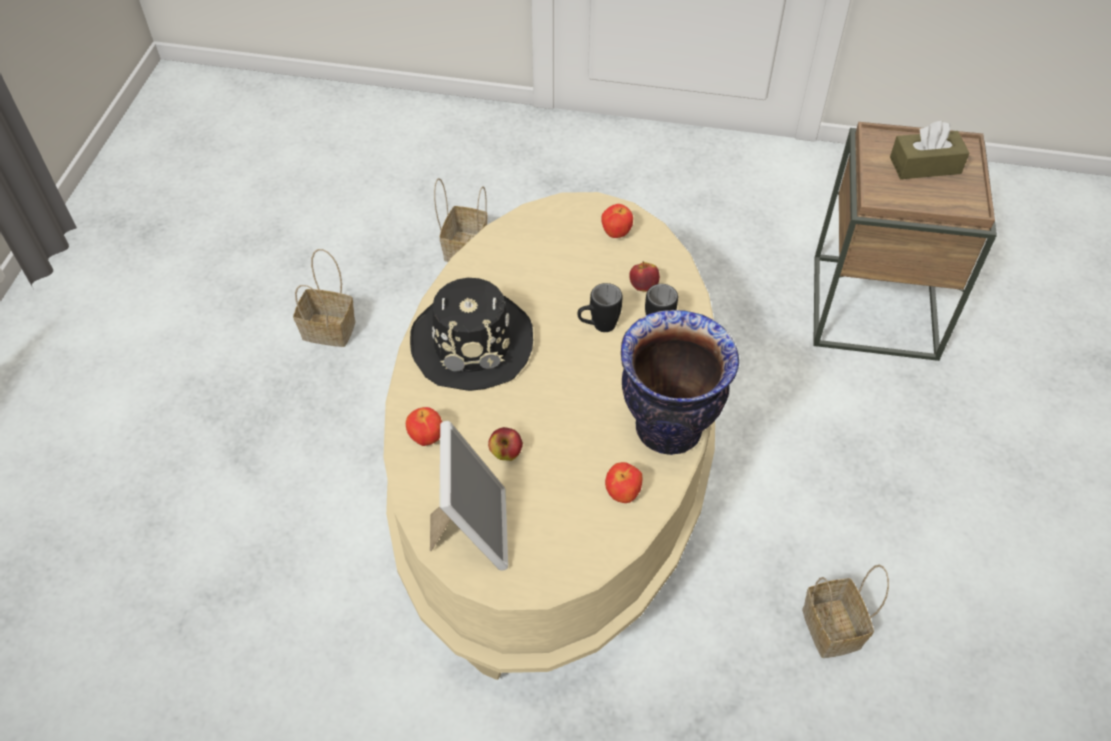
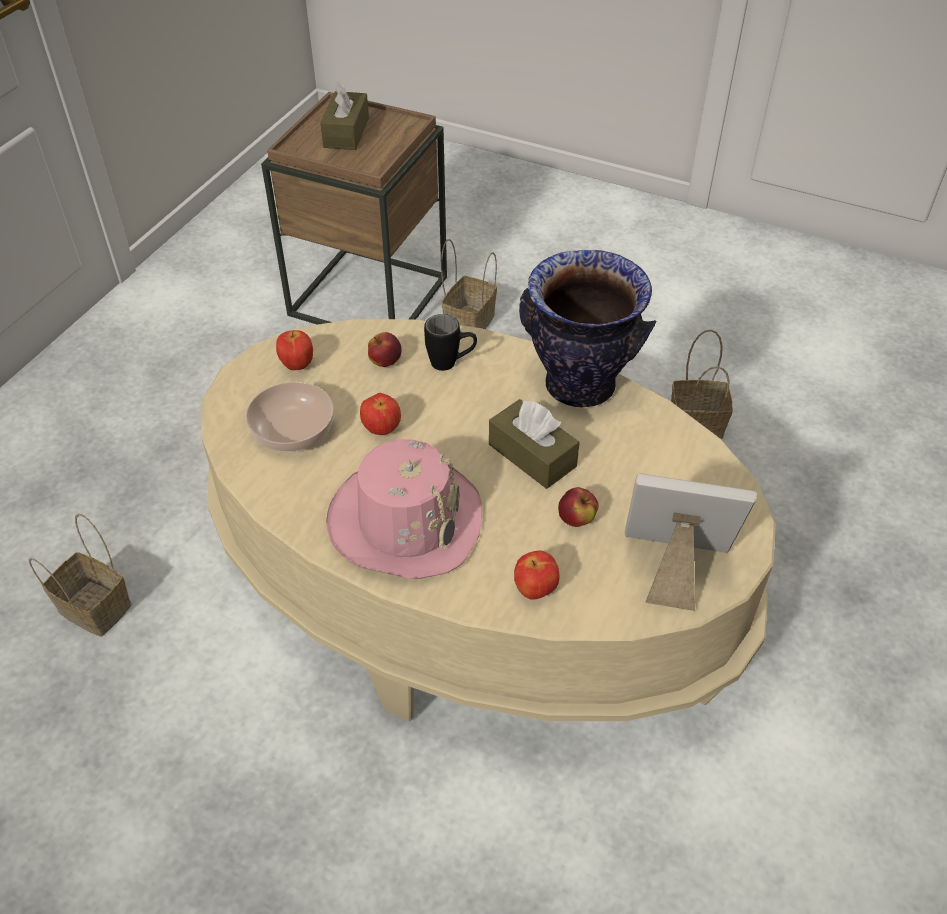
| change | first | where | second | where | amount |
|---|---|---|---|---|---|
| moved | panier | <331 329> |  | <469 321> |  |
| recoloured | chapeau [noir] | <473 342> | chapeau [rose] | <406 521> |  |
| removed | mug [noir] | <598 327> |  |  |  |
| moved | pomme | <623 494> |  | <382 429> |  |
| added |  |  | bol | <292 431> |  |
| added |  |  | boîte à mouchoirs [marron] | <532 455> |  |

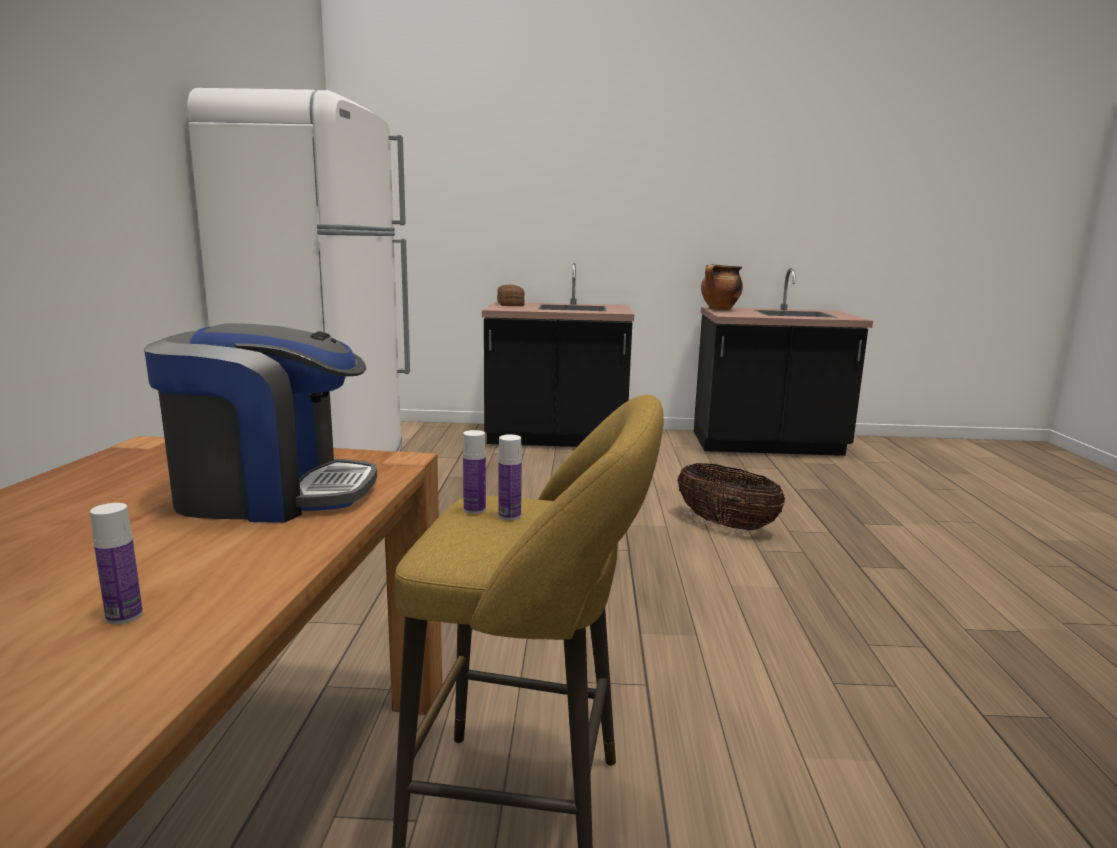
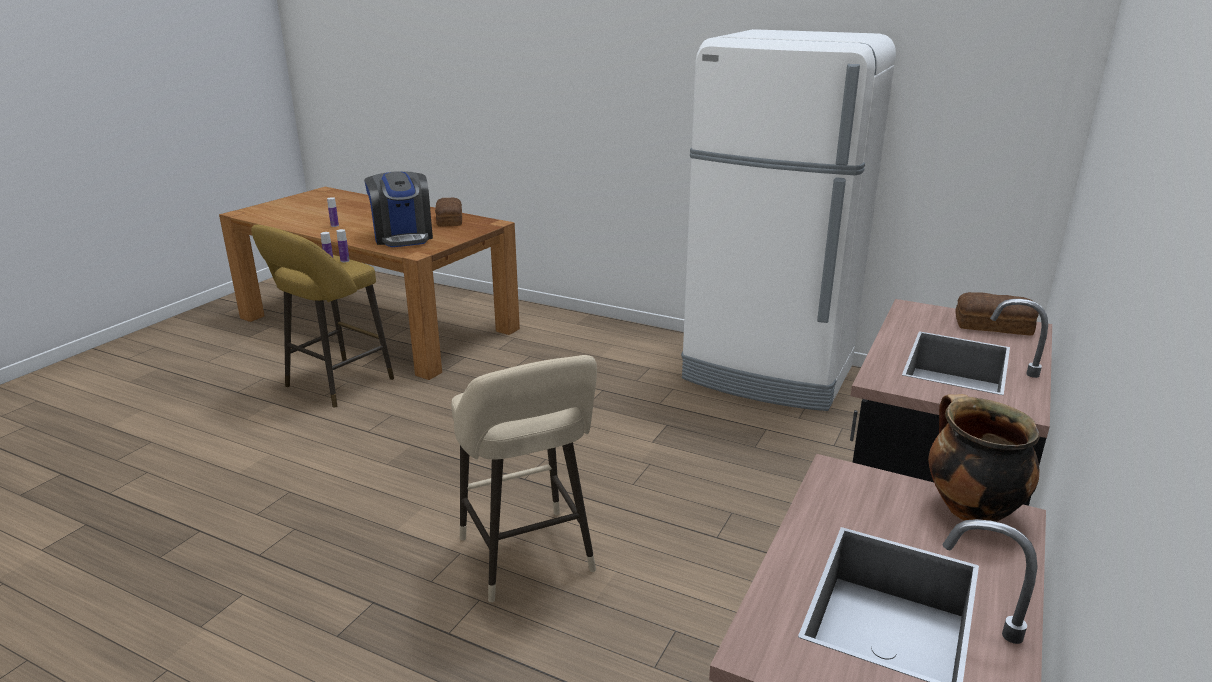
| change | first | where | second | where | amount |
|---|---|---|---|---|---|
| turned | machine à café | <271 493> |  | <403 237> | 45 degrees counterclockwise |
| replaced | panier | <726 525> | tabouret [beige] | <529 559> |  |
| added |  |  | pain | <448 220> |  |

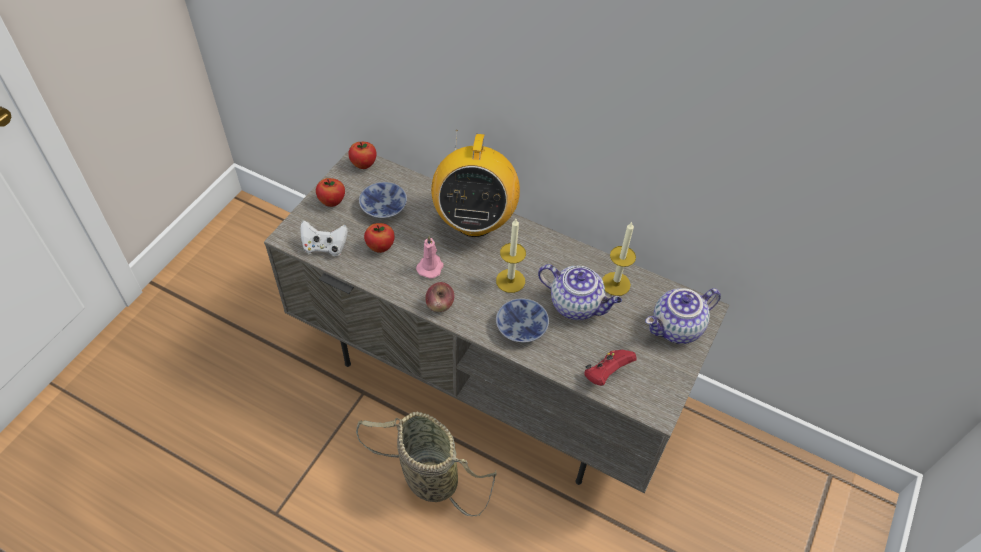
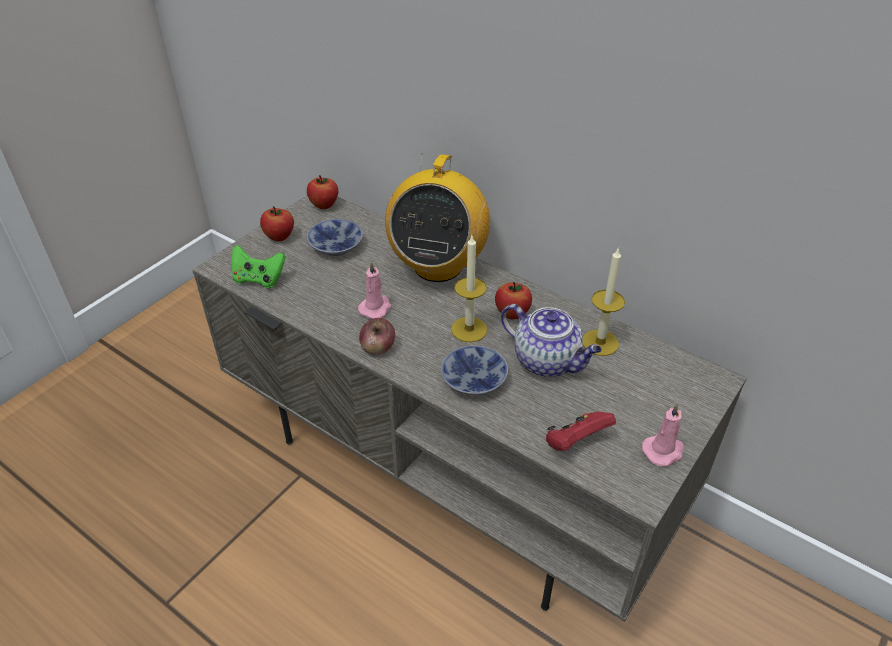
| change | first | where | second | where | amount |
|---|---|---|---|---|---|
| recoloured | manette [blanc] | <325 247> | manette [vert] | <259 279> |  |
| moved | pomme | <380 247> |  | <512 314> |  |
| removed | théière | <676 329> |  |  |  |
| removed | panier | <426 476> |  |  |  |
| added |  |  | bougie [rose] | <664 451> |  |

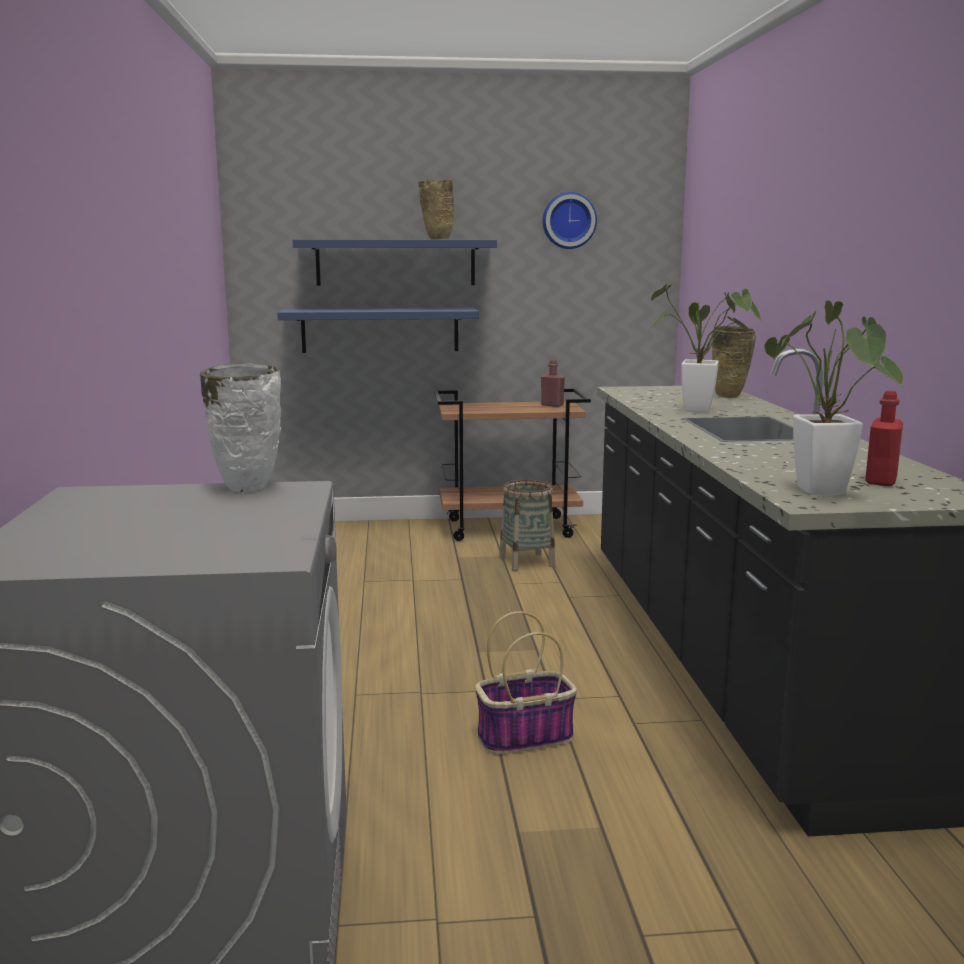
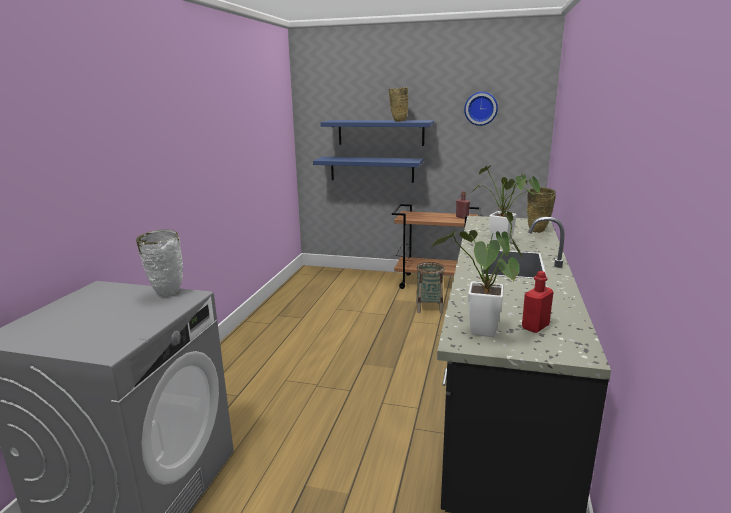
| change | first | where | second | where | amount |
|---|---|---|---|---|---|
| removed | panier | <526 736> |  |  |  |

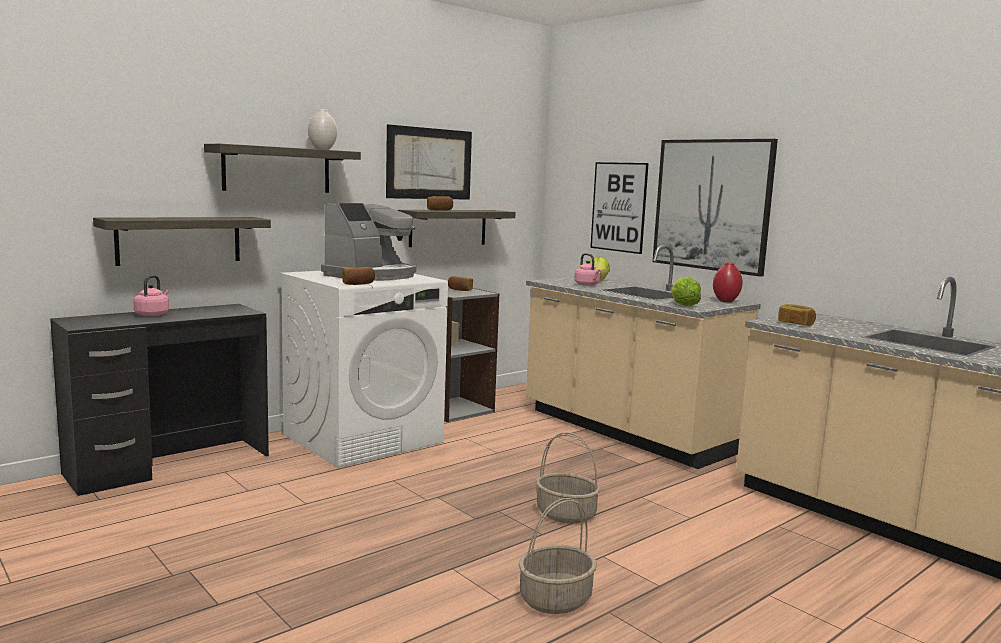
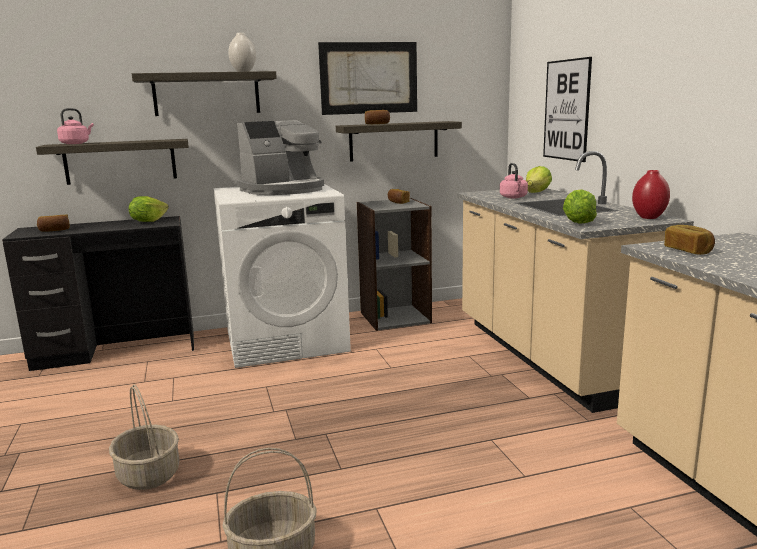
| change | first | where | second | where | amount |
|---|---|---|---|---|---|
| removed | tableau | <712 205> |  |  |  |
| moved | pain | <358 284> |  | <55 230> |  |
| moved | bouilloire [rose] | <153 314> |  | <76 143> |  |
| moved | panier | <566 514> |  | <149 475> |  |
| added |  |  | laitue | <148 221> |  |

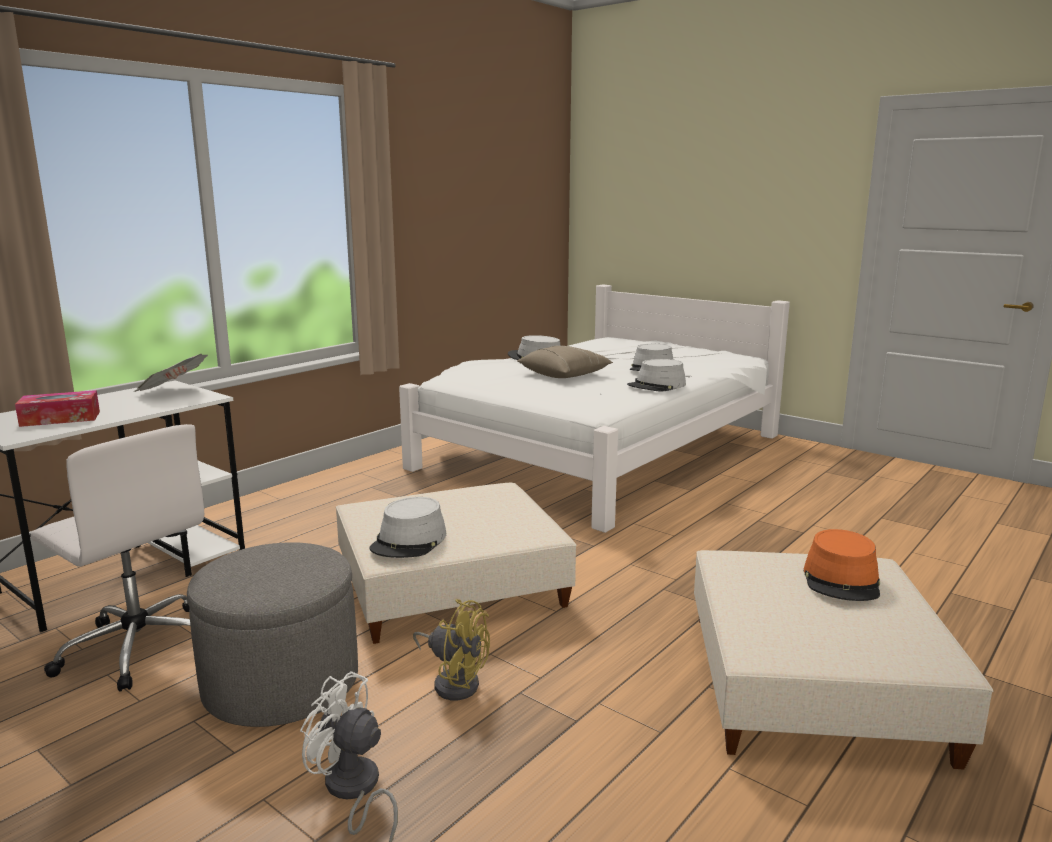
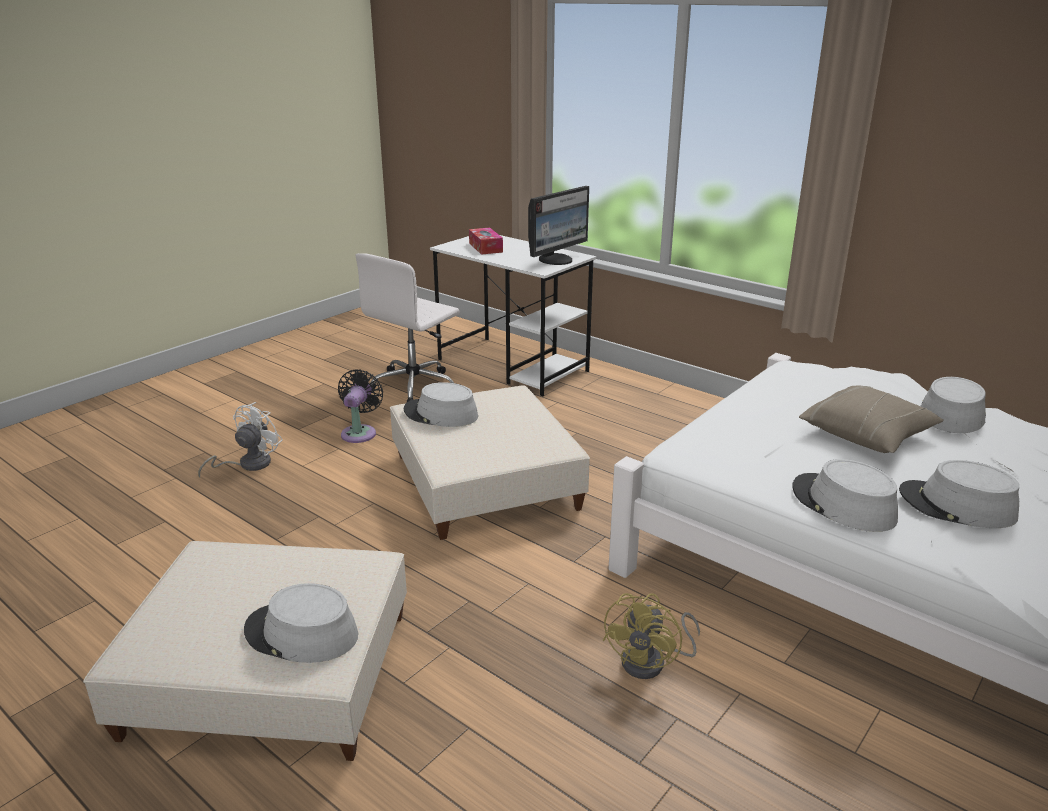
| change | first | where | second | where | amount |
|---|---|---|---|---|---|
| replaced | journal | <173 392> | écran d'ordinateur | <556 260> |  |
| recoloured | chapeau [orange] | <842 580> | chapeau [gris] | <301 634> |  |
| replaced | pouf [gris] | <281 684> | ventilateur [noir] | <360 432> |  |
| moved | ventilateur [jaune] | <454 681> |  | <652 663> |  |

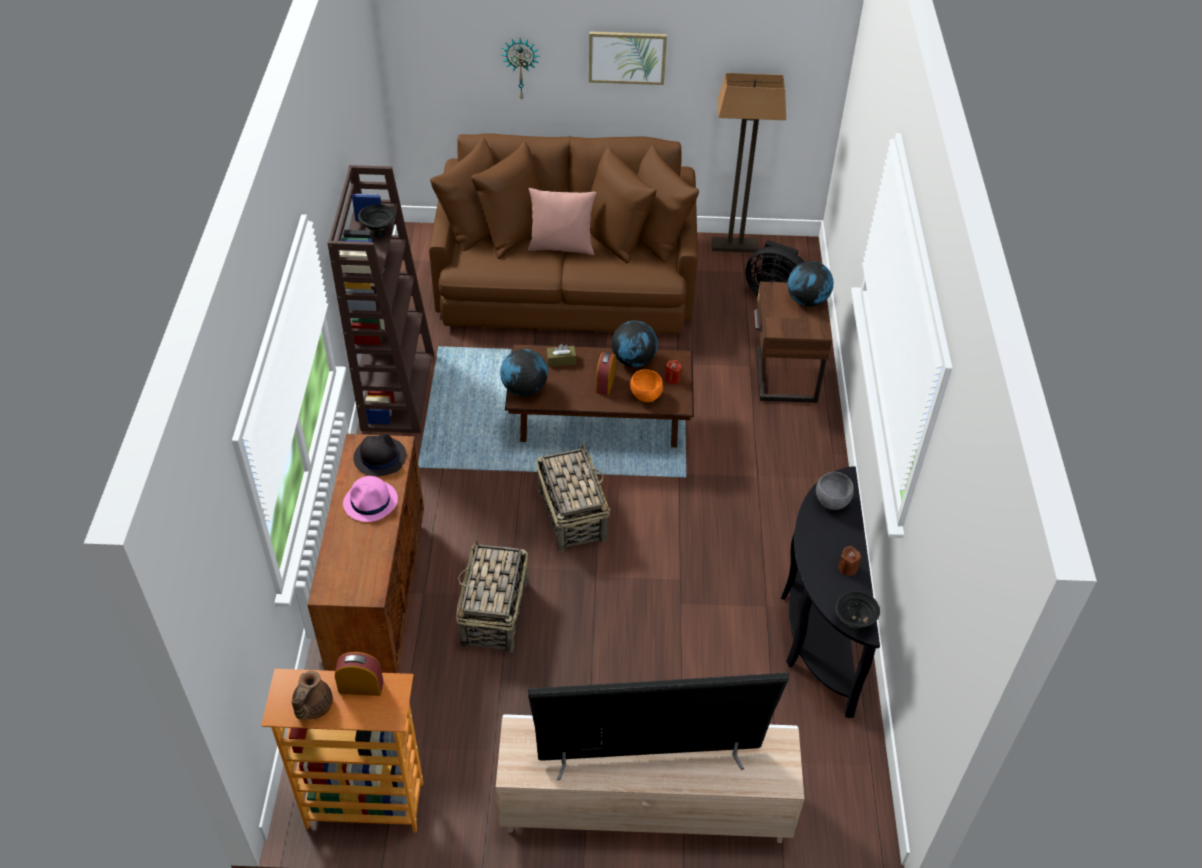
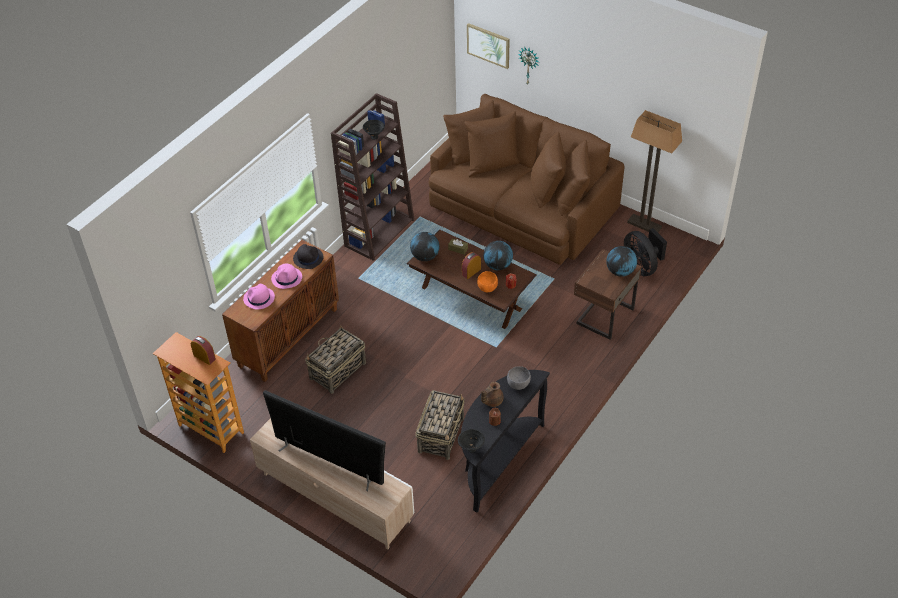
| change | first | where | second | where | amount |
|---|---|---|---|---|---|
| moved | tableau | <627 57> |  | <488 45> |  |
| removed | coussin [rose] | <561 247> |  |  |  |
| moved | panier | <571 515> |  | <441 434> |  |
| moved | théière [marron] | <312 707> |  | <491 401> |  |
| added |  |  | chapeau [rose] | <259 298> |  |

